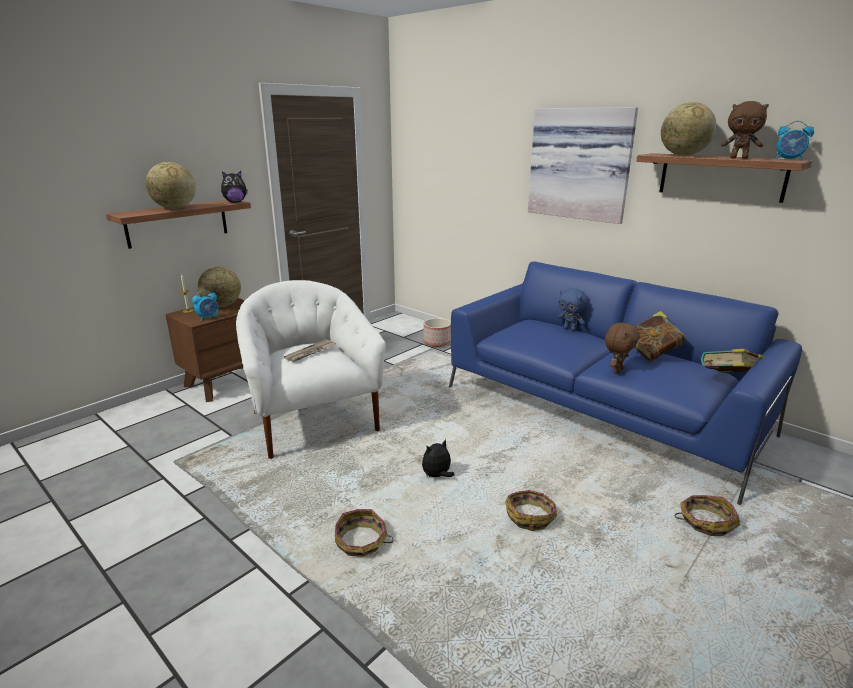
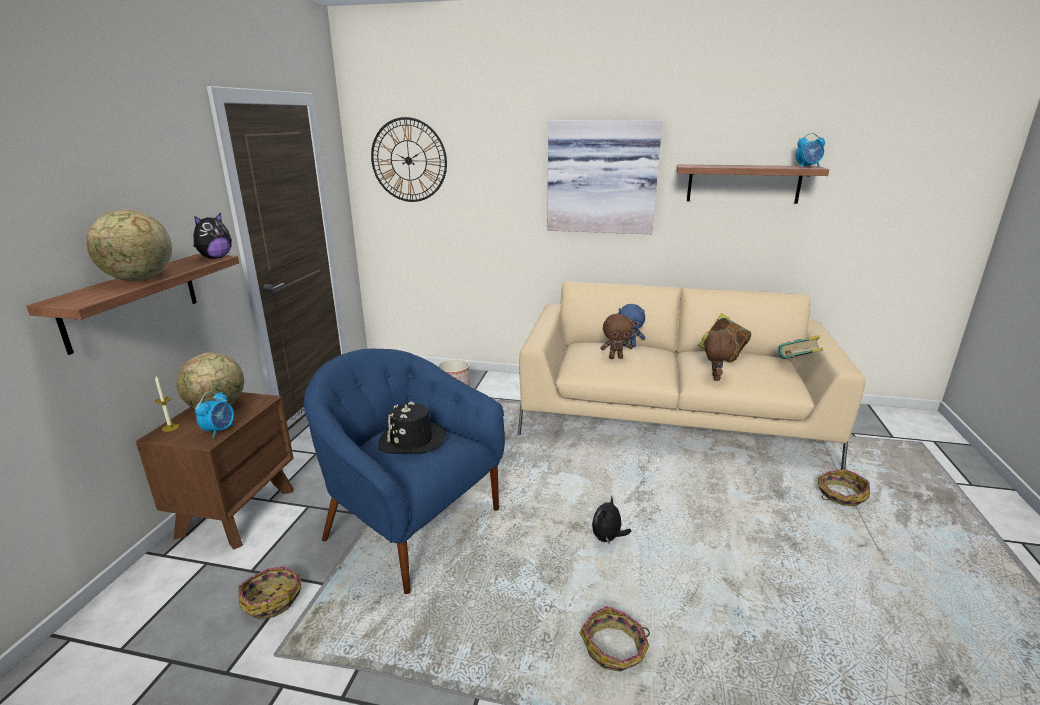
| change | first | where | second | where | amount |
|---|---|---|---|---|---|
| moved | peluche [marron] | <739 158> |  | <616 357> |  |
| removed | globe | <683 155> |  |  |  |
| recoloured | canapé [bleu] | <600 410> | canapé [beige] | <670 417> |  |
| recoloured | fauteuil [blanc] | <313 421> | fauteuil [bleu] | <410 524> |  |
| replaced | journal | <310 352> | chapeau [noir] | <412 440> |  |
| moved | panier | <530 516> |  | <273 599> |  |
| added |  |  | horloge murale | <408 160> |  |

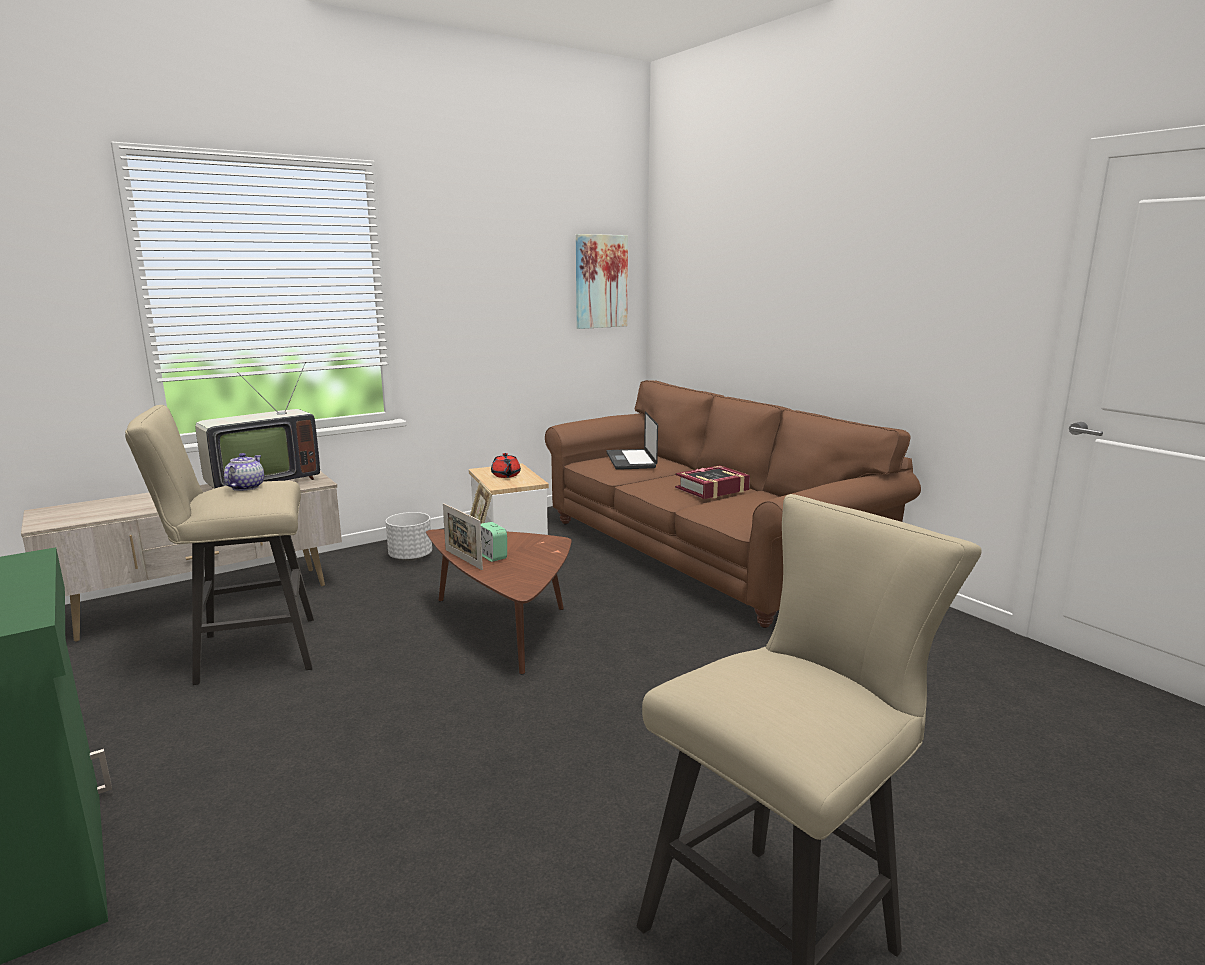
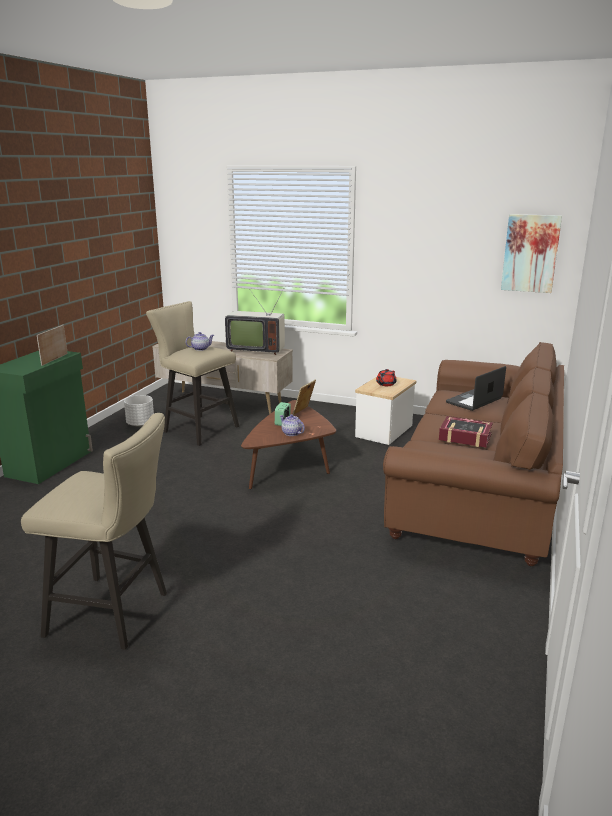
| change | first | where | second | where | amount |
|---|---|---|---|---|---|
| moved | cadre photo | <463 559> |  | <54 359> |  |
| moved | cache-pot [blanc] | <410 557> |  | <140 424> |  |
| added |  |  | théière | <291 433> |  |

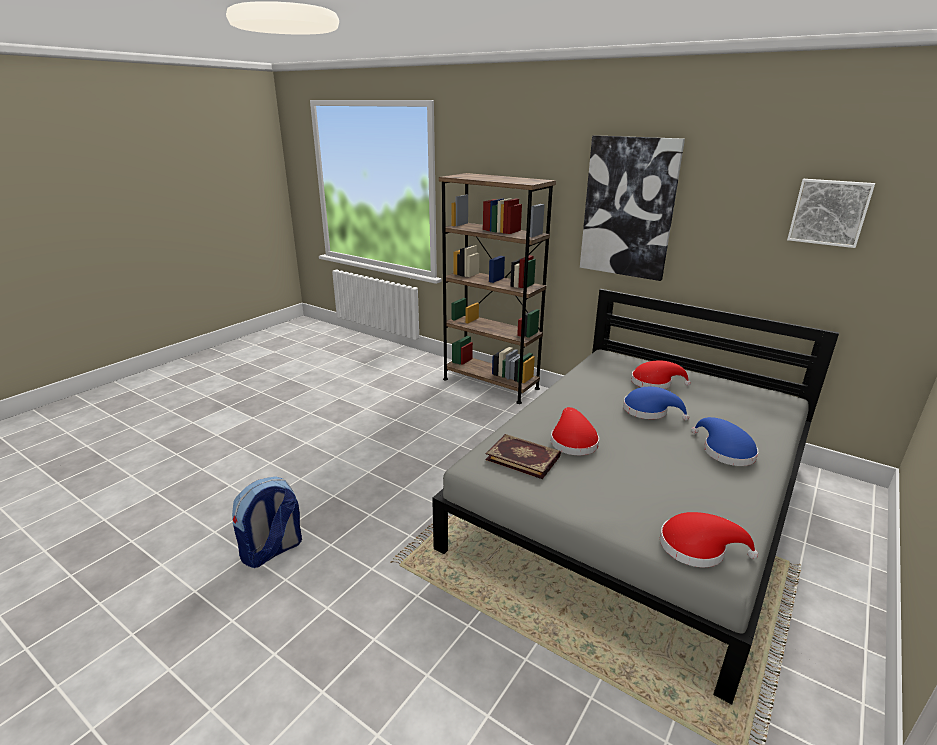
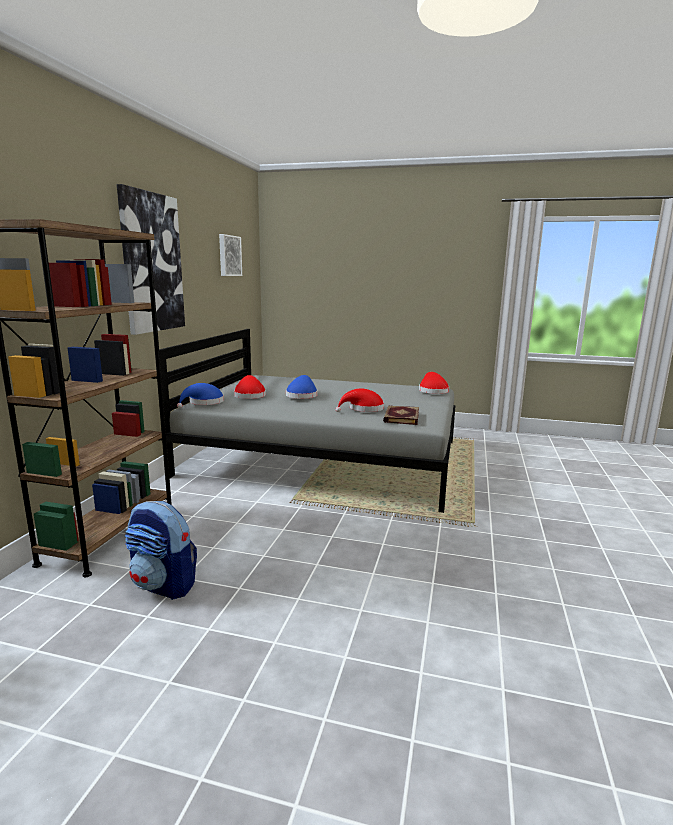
| change | first | where | second | where | amount |
|---|---|---|---|---|---|
| moved | chapeau [bleu] | <725 451> |  | <204 403> |  |
| moved | sac à dos | <272 551> |  | <164 585> |  |

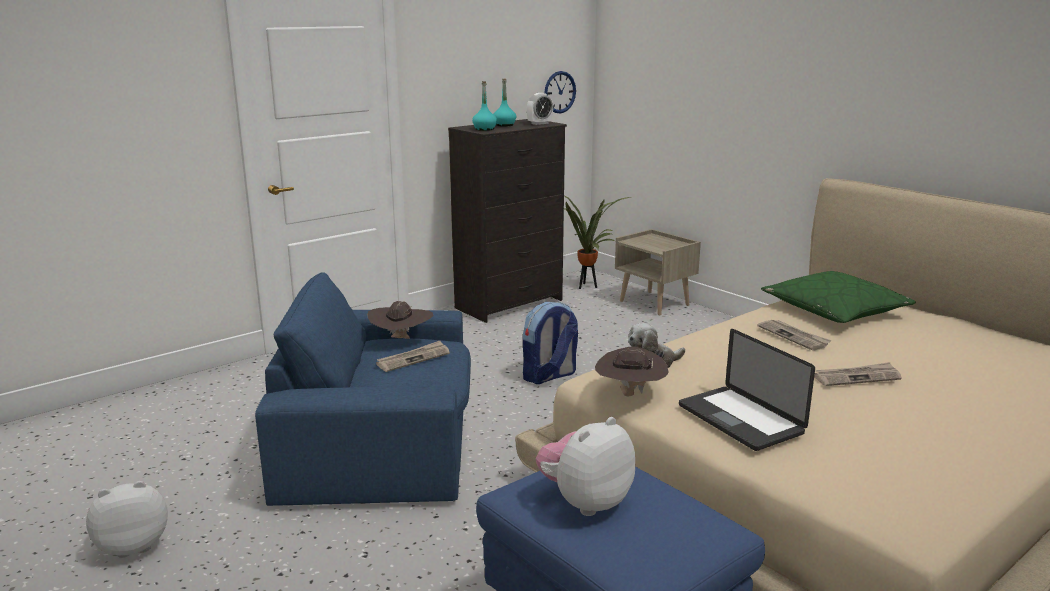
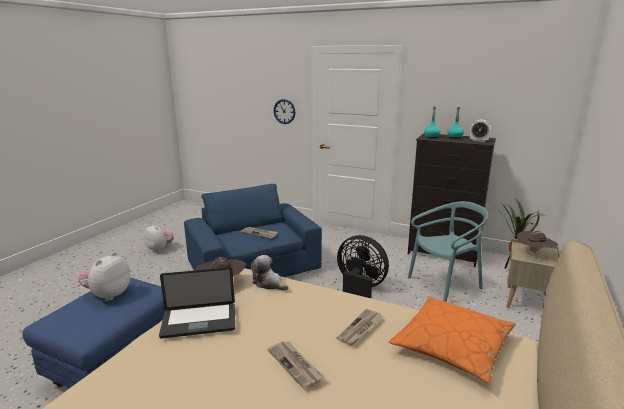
| change | first | where | second | where | amount |
|---|---|---|---|---|---|
| moved | horloge murale | <559 92> |  | <284 111> |  |
| recoloured | coussin [vert] | <834 310> | coussin [orange] | <452 345> |  |
| moved | chapeau [marron] | <401 340> |  | <534 254> |  |
| replaced | sac à dos | <549 376> | ventilateur [noir] | <359 289> |  |
| turned | ordinateur portable | <740 419> |  | <199 321> | 135 degrees counterclockwise |
| turned | peluche | <585 502> |  | <108 295> | 90 degrees counterclockwise |
| added |  |  | chaise [turquoise] | <445 285> |  |

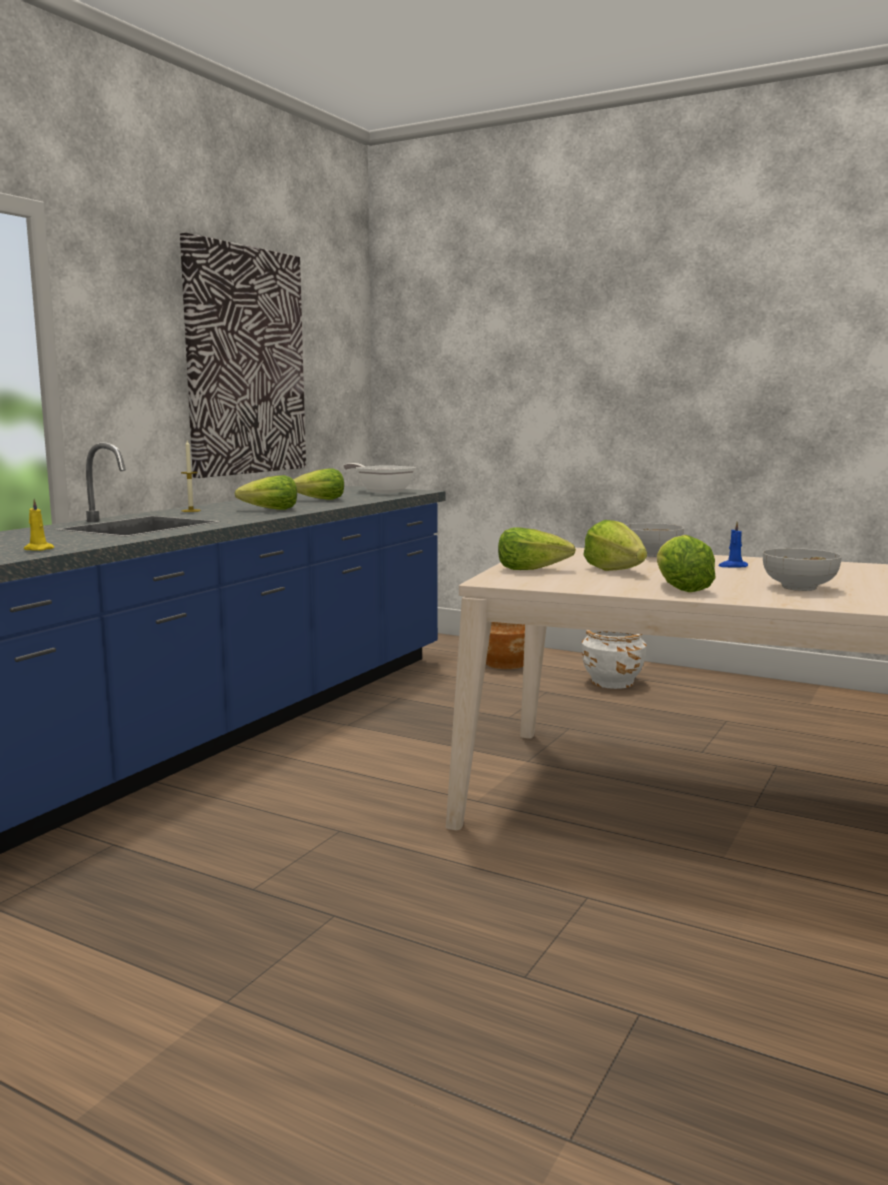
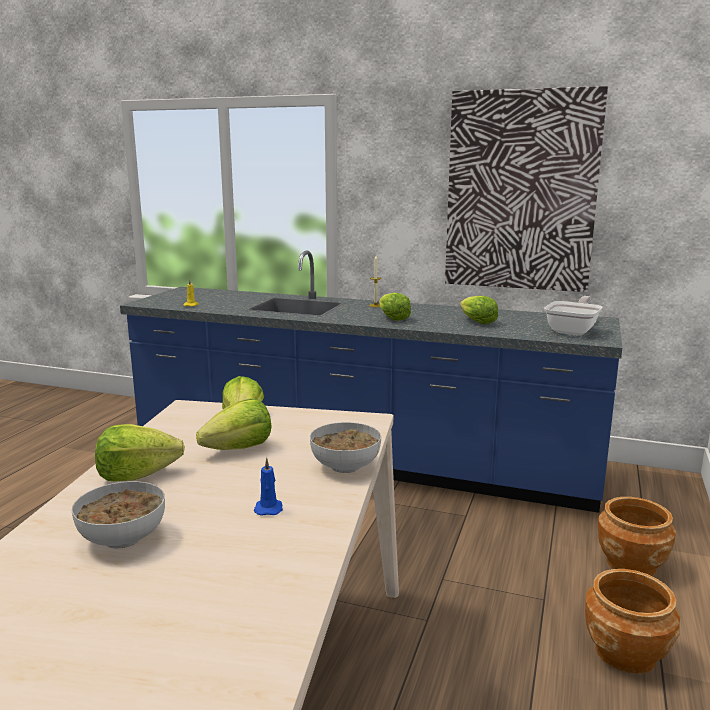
| change | first | where | second | where | amount |
|---|---|---|---|---|---|
| recoloured | cache-pot [blanc] | <612 682> | cache-pot [marron] | <625 653> |  |

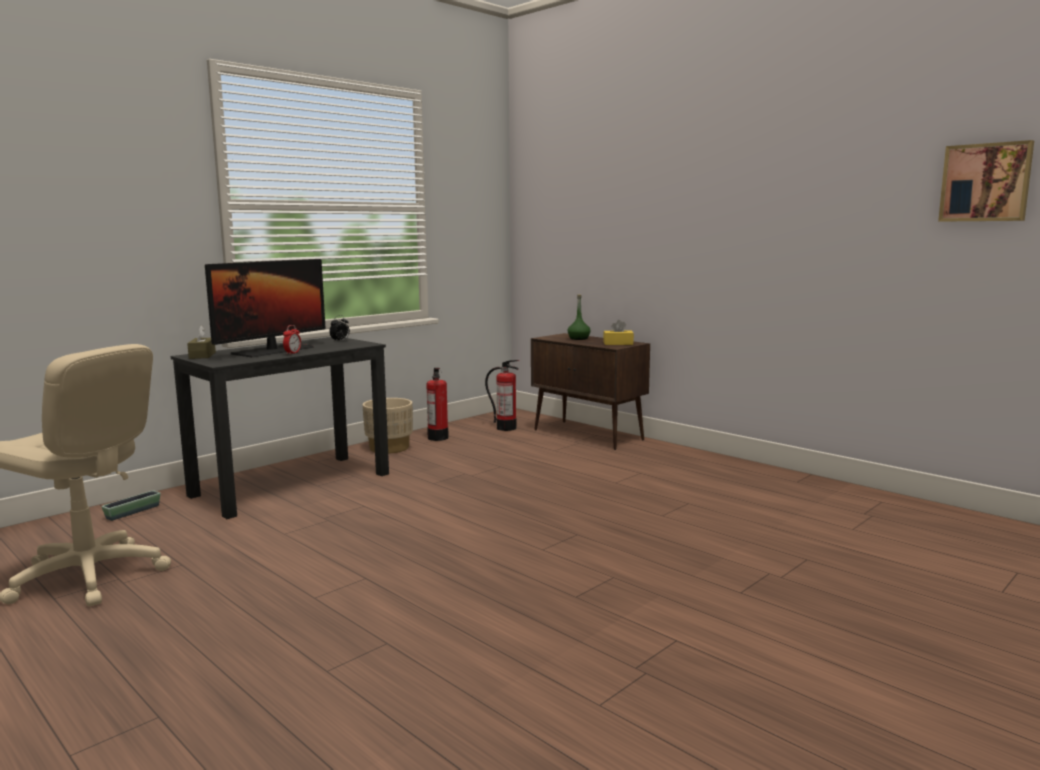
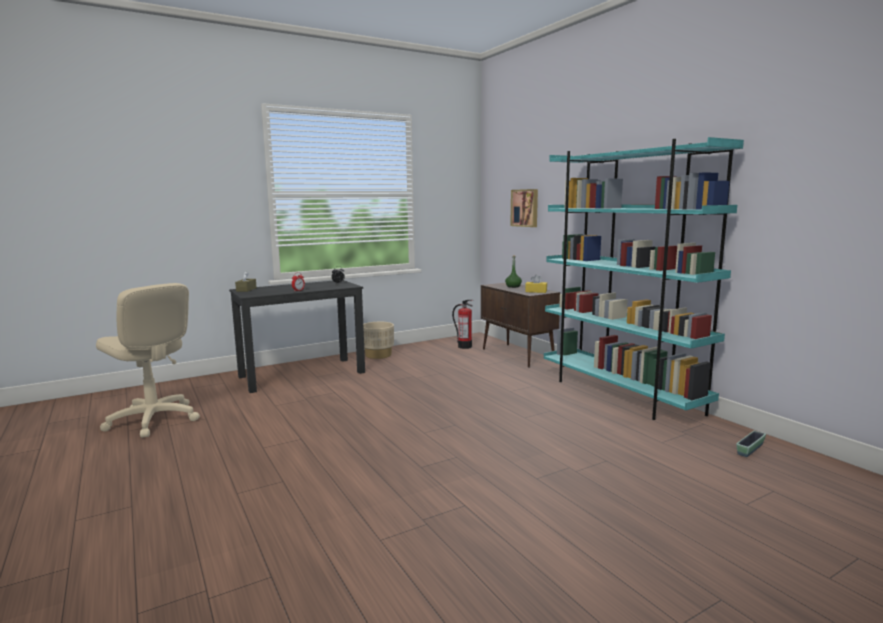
| change | first | where | second | where | amount |
|---|---|---|---|---|---|
| moved | tableau | <985 182> |  | <525 208> |  |
| removed | écran d'ordinateur | <273 350> |  |  |  |
| removed | extincteur | <438 437> |  |  |  |
| moved | cache-pot | <133 512> |  | <750 449> |  |
| added |  |  | bibliothèque [turquoise] | <620 394> |  |

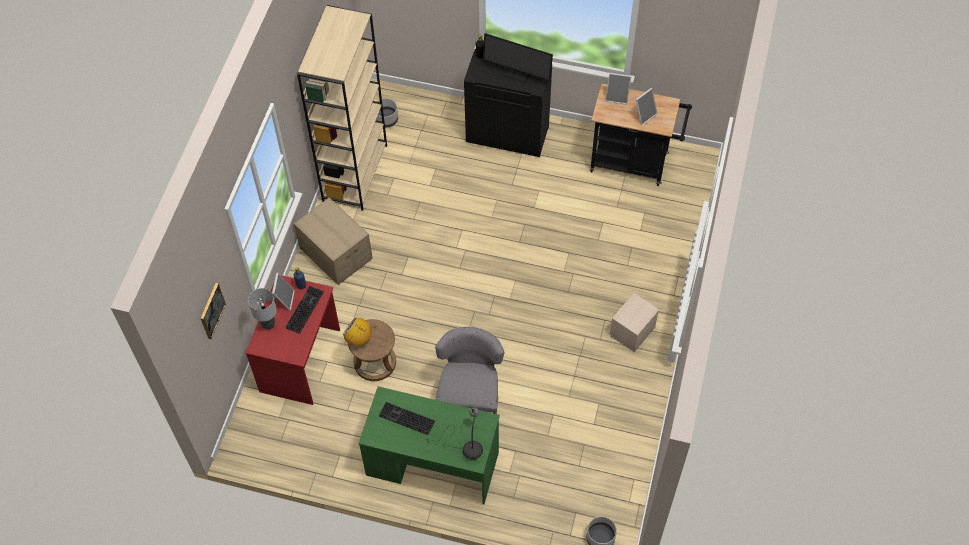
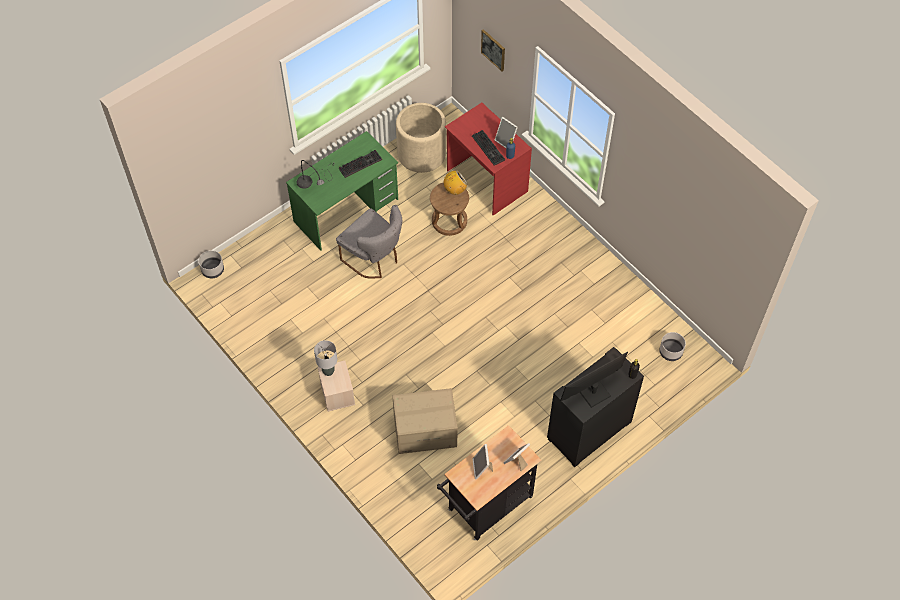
| change | first | where | second | where | amount |
|---|---|---|---|---|---|
| removed | bibliothèque [beige] | <354 172> |  |  |  |
| moved | carton | <335 253> |  | <425 430> |  |
| moved | lampe de table [gris] | <268 324> |  | <328 371> |  |
| added |  |  | cache-pot [beige] | <421 153> |  |

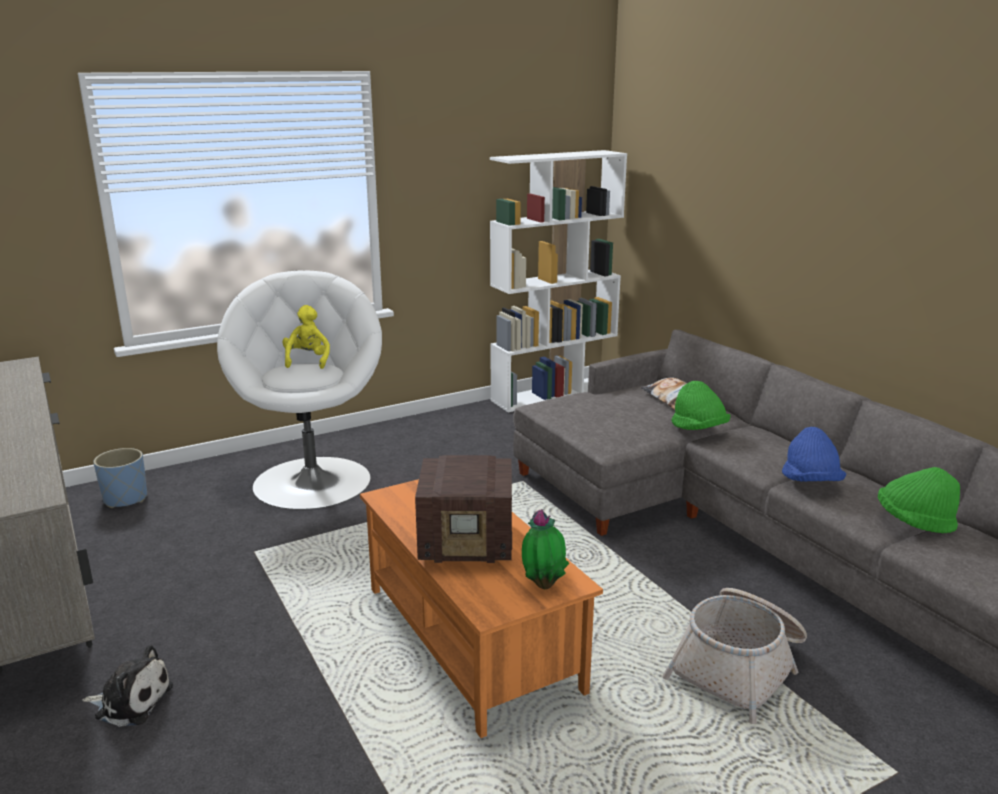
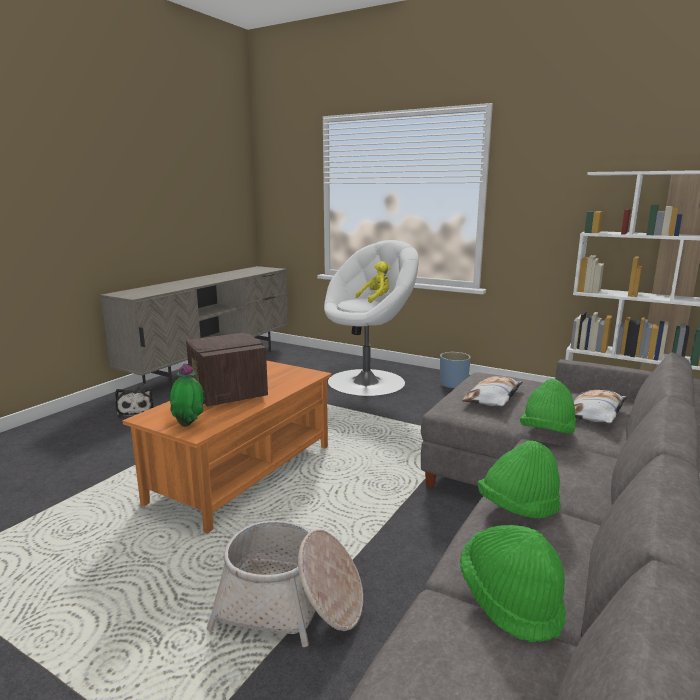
| change | first | where | second | where | amount |
|---|---|---|---|---|---|
| recoloured | chapeau [bleu] | <810 482> | chapeau [vert] | <518 509> |  |
| moved | cache-pot [bleu] | <126 498> |  | <454 385> |  |
| added |  |  | coussin | <493 397> |  |

